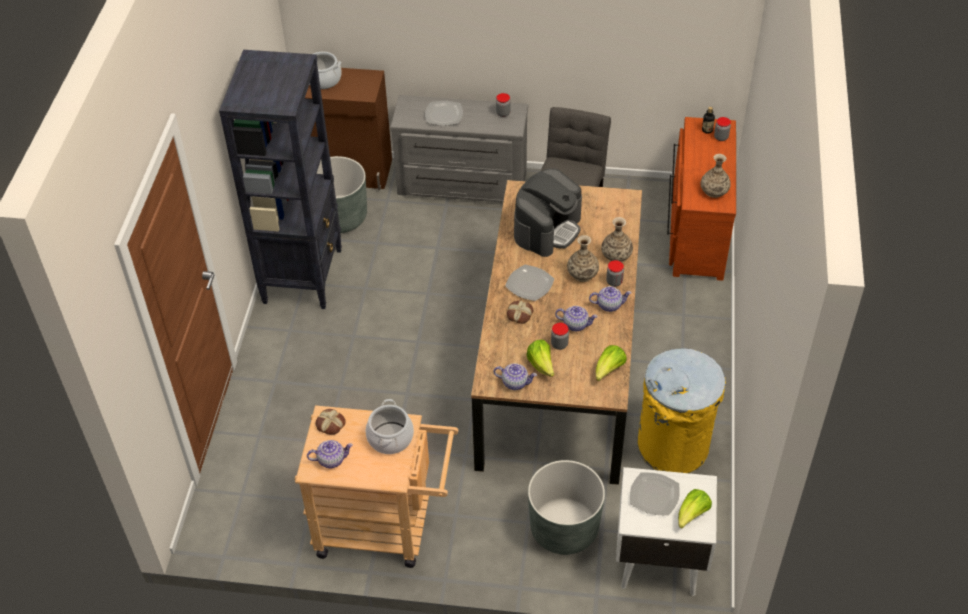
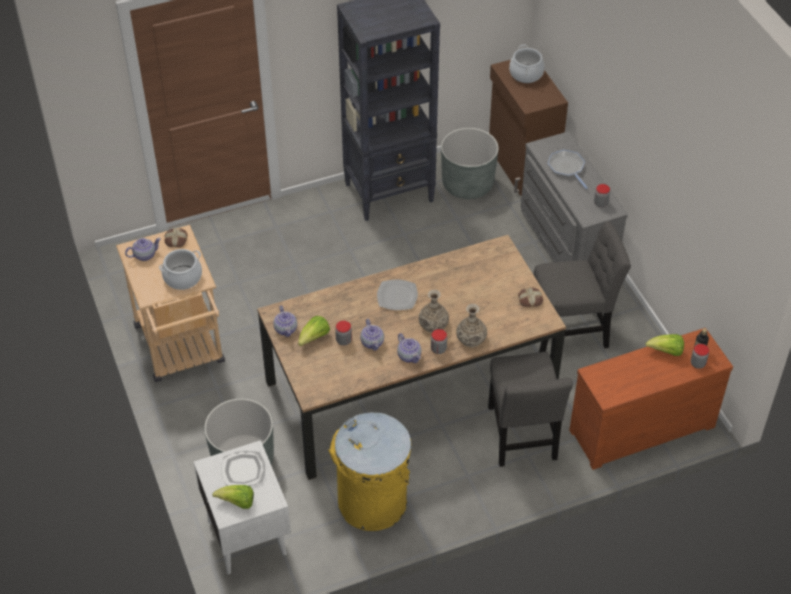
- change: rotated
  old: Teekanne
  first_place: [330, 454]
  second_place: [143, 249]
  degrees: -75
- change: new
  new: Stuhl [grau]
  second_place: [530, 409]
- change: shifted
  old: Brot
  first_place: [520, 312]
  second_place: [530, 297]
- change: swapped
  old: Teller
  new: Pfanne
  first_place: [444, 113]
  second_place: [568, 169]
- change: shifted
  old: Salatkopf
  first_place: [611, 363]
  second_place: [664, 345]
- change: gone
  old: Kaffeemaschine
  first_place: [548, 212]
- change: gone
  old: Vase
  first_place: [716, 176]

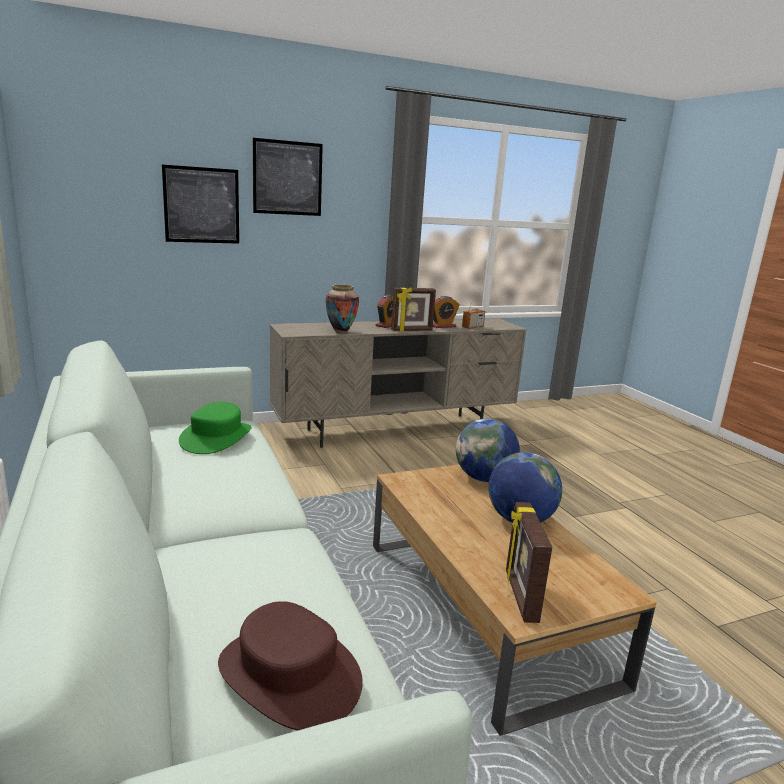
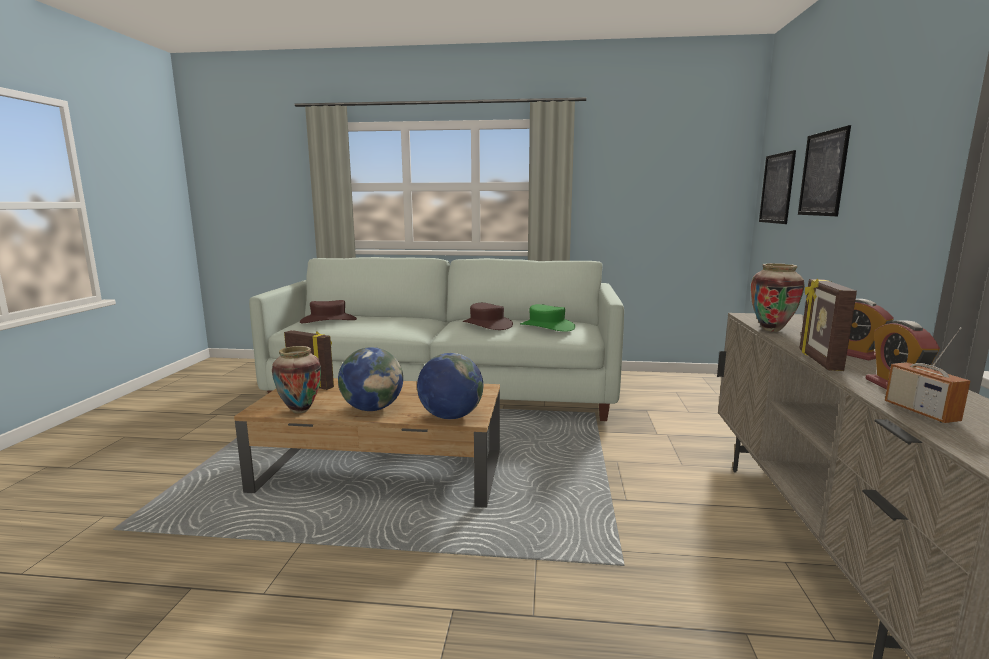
- change: new
  new: Vase
  second_place: [296, 380]
- change: new
  new: Hut [braun]
  second_place: [488, 316]
- change: shifted
  old: Bild
  first_place: [288, 177]
  second_place: [777, 187]

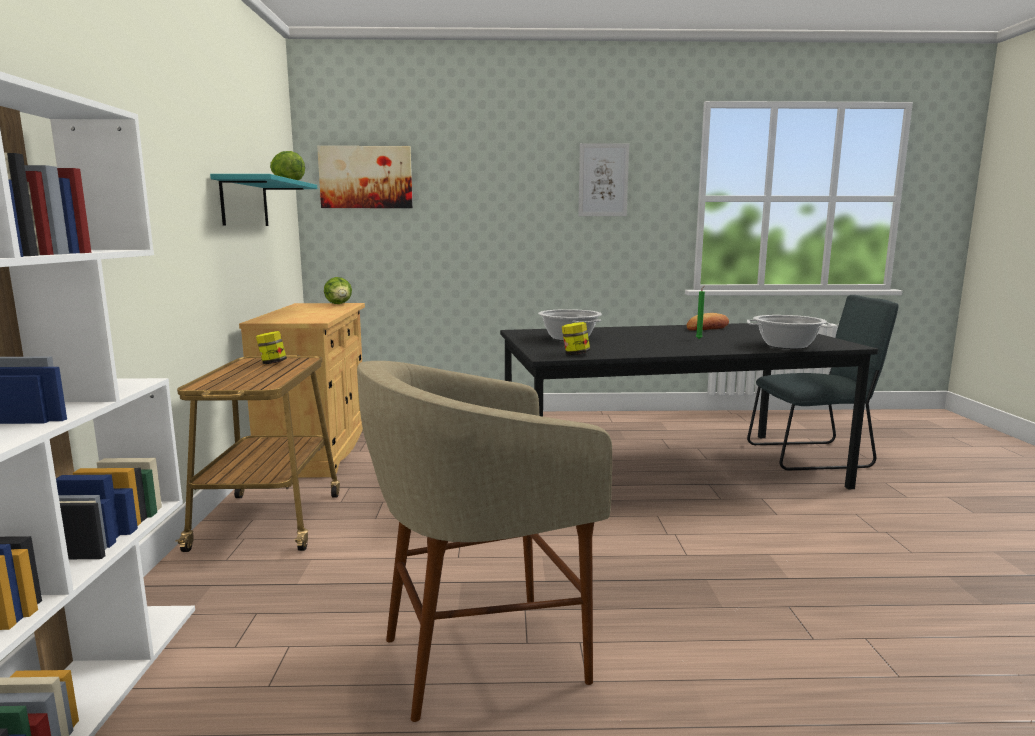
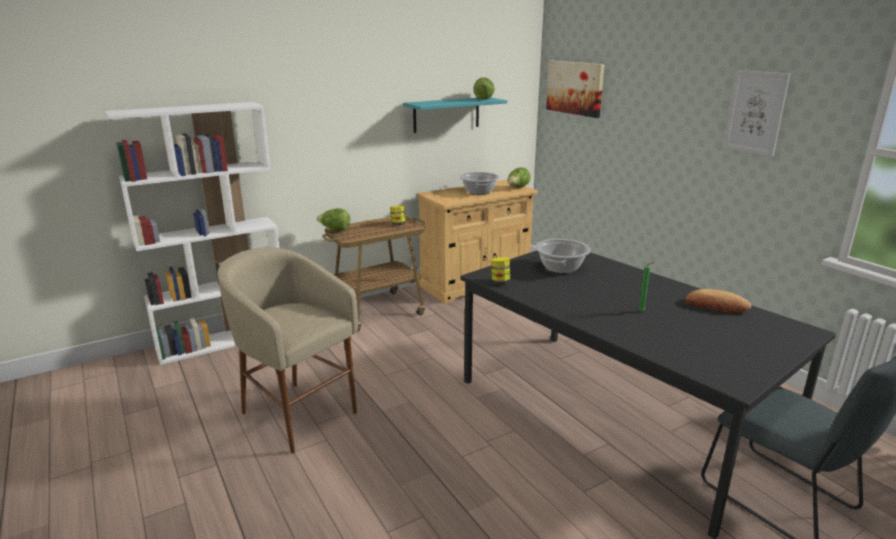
- change: new
  new: Salatkopf
  second_place: [333, 219]
- change: shifted
  old: Kochtopf
  first_place: [790, 332]
  second_place: [479, 183]

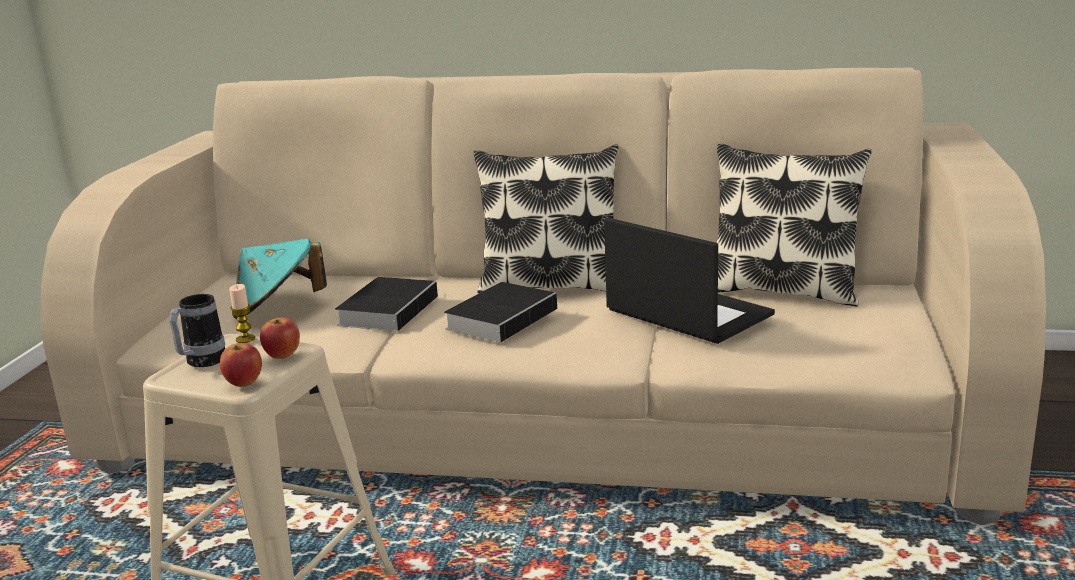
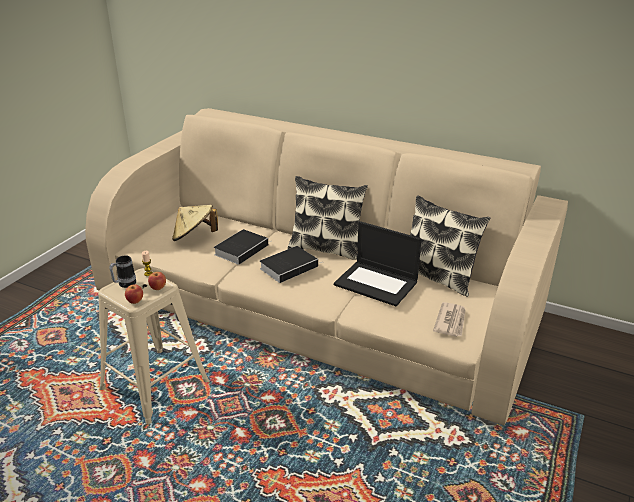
- change: repainted
  old: Hut [türkis]
  new: Hut [beige]
  first_place: [279, 279]
  second_place: [195, 223]
- change: rotated
  old: Laptop
  first_place: [689, 281]
  second_place: [378, 263]
  degrees: 150
- change: new
  new: Zeitung
  second_place: [449, 319]

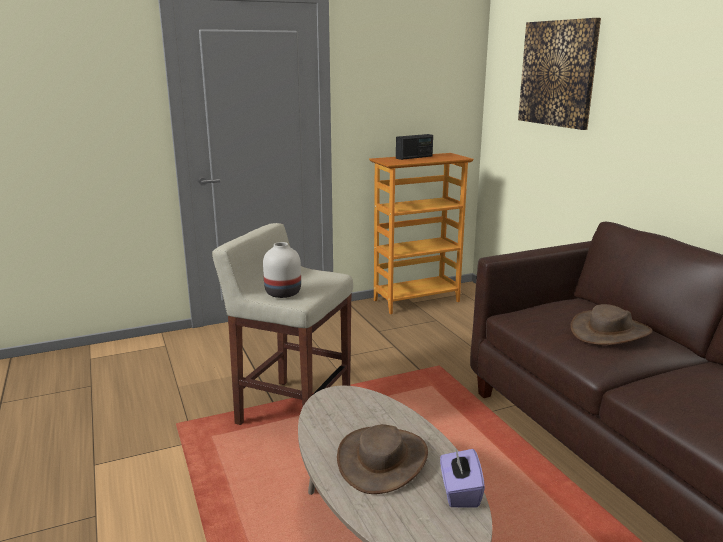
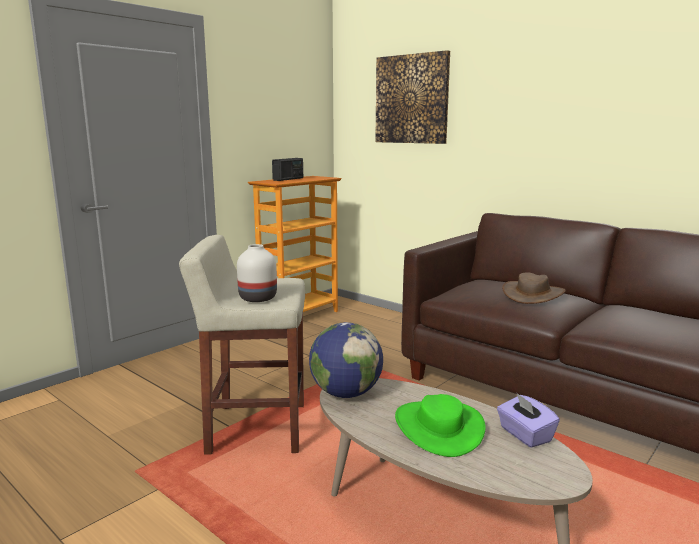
- change: new
  new: Globus
  second_place: [346, 360]
- change: repainted
  old: Hut [braun]
  new: Hut [grün]
  first_place: [382, 459]
  second_place: [440, 425]

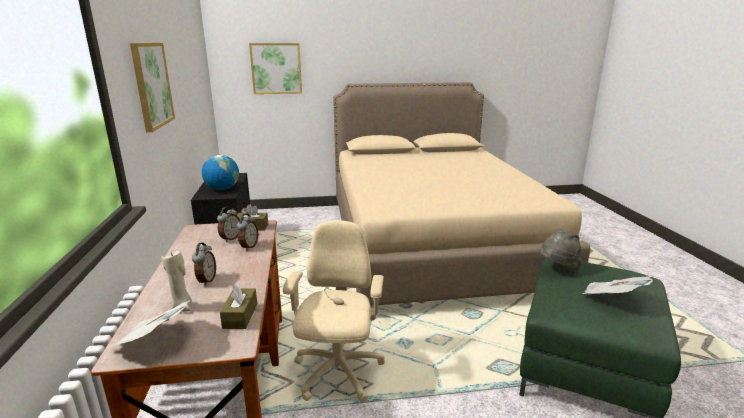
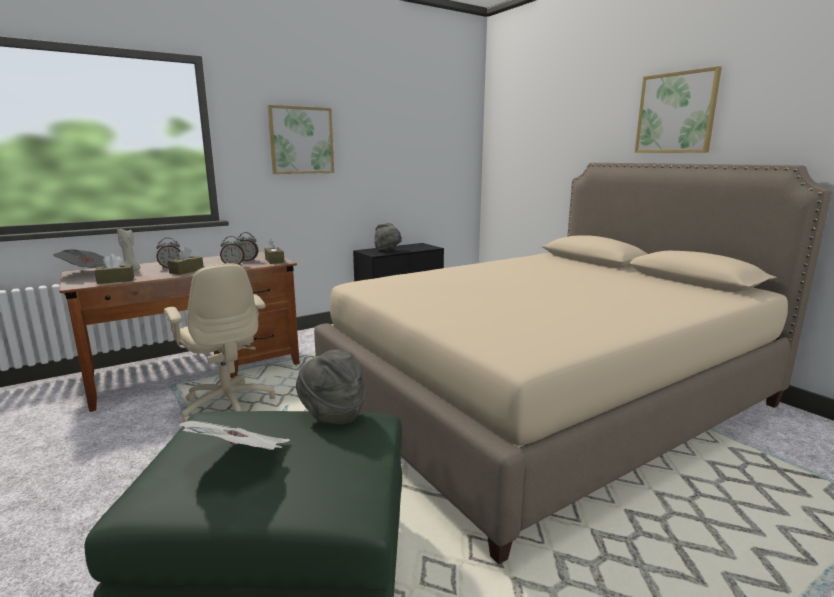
- change: rotated
  old: Bürostuhl [beige]
  first_place: [334, 311]
  second_place: [219, 342]
  degrees: 75
- change: new
  new: Taschentuchbox [braun]
  second_place: [186, 261]
- change: swapped
  old: Globus
  new: Hut [grau]
  first_place: [220, 172]
  second_place: [388, 236]
- change: shifted
  old: Bild
  first_place: [275, 68]
  second_place: [678, 109]

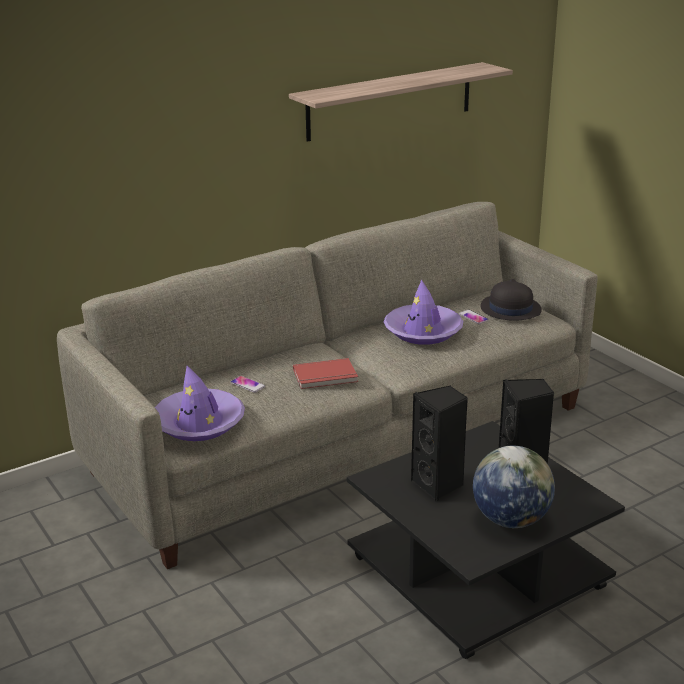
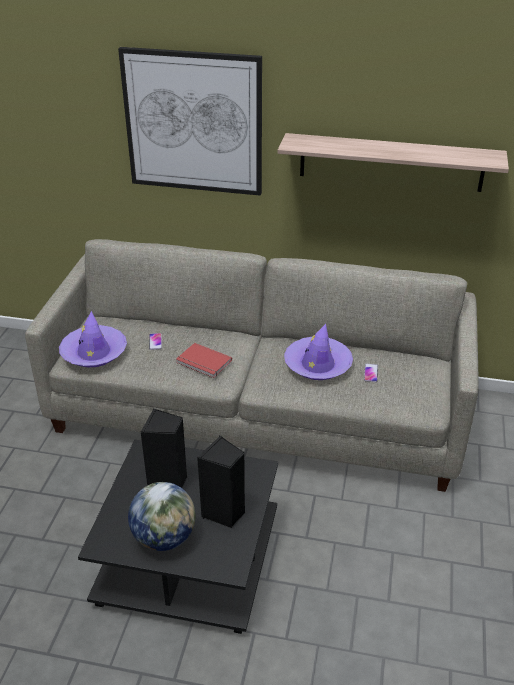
- change: new
  new: Bild
  second_place: [190, 121]
- change: gone
  old: Hut [schwarz]
  first_place: [510, 300]

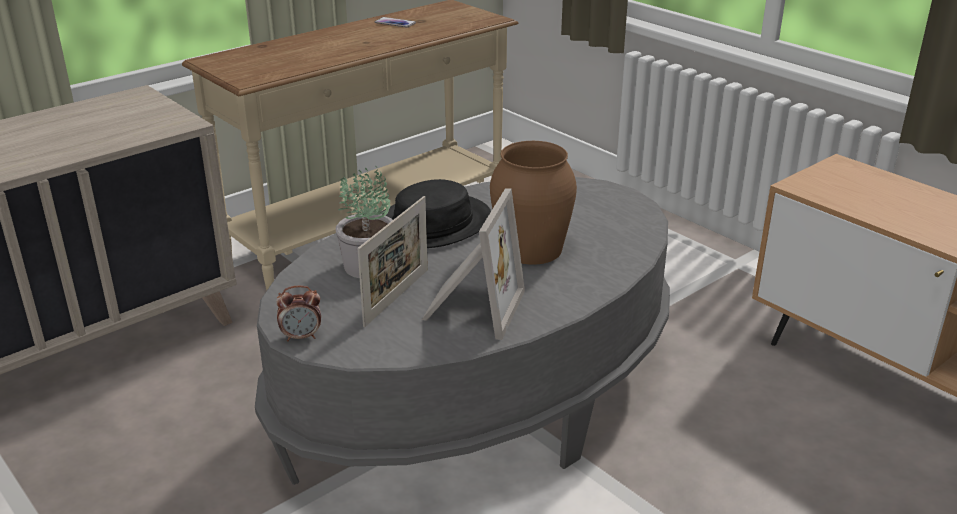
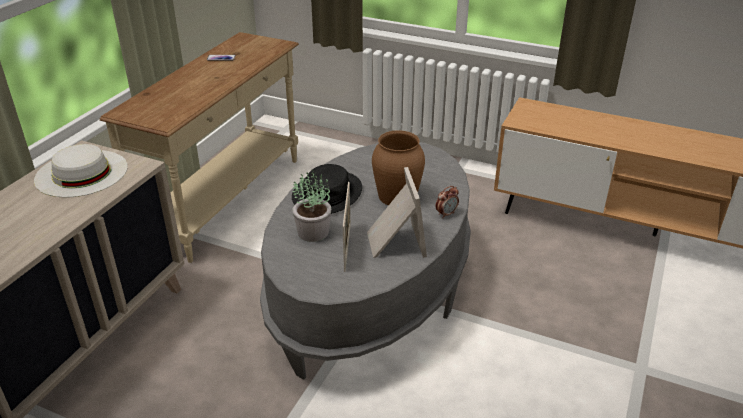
- change: new
  new: Hut [weiß]
  second_place: [81, 170]
- change: shifted
  old: Wecker
  first_place: [298, 313]
  second_place: [447, 202]

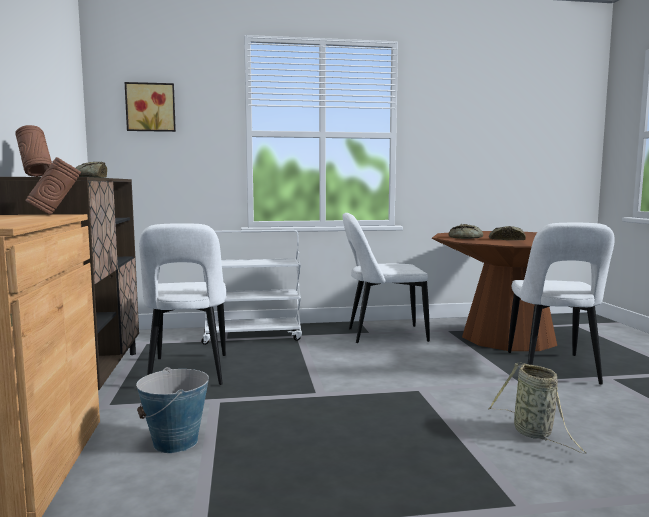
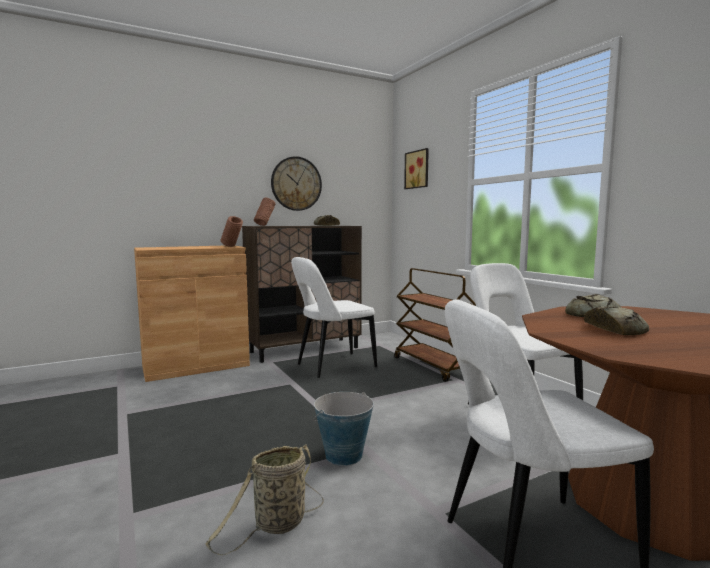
- change: new
  new: Wanduhr
  second_place: [296, 183]
- change: shifted
  old: Eimer
  first_place: [172, 410]
  second_place: [343, 429]
- change: repainted
  old: Rollwagen [weiß]
  new: Rollwagen [braun]
  first_place: [251, 287]
  second_place: [435, 325]

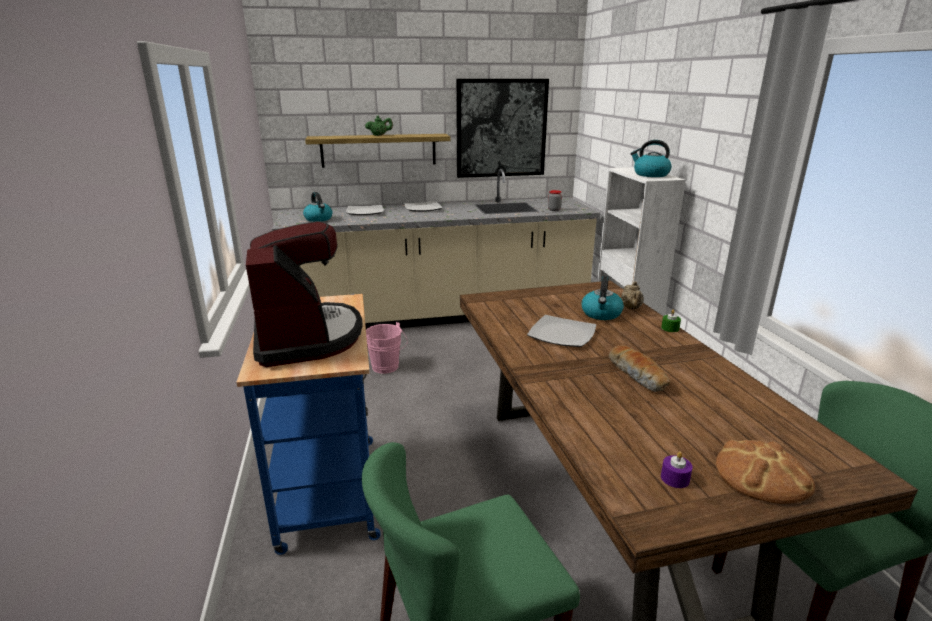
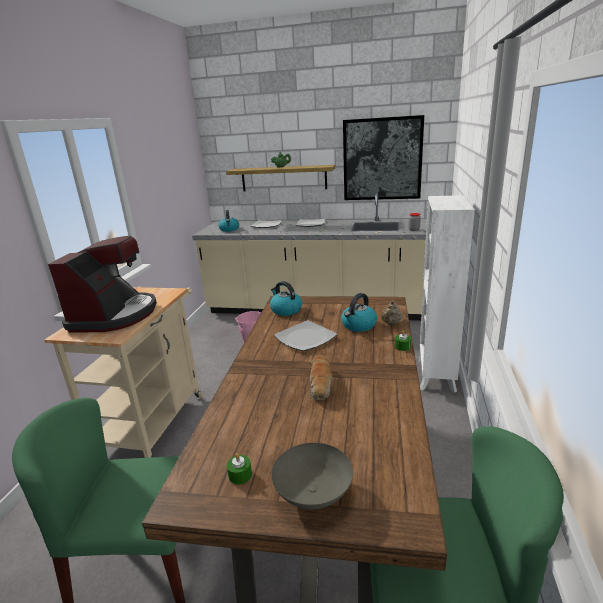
- change: repainted
  old: Rollwagen [blau]
  new: Rollwagen [beige]
  first_place: [308, 424]
  second_place: [123, 372]
- change: repainted
  old: Kerze [lila]
  new: Kerze [grün]
  first_place: [677, 470]
  second_place: [239, 469]
- change: shifted
  old: Wasserkessel
  first_place: [651, 158]
  second_place: [286, 298]
- change: swapped
  old: Brot
  new: Schüssel [grau]
  first_place: [765, 472]
  second_place: [312, 476]

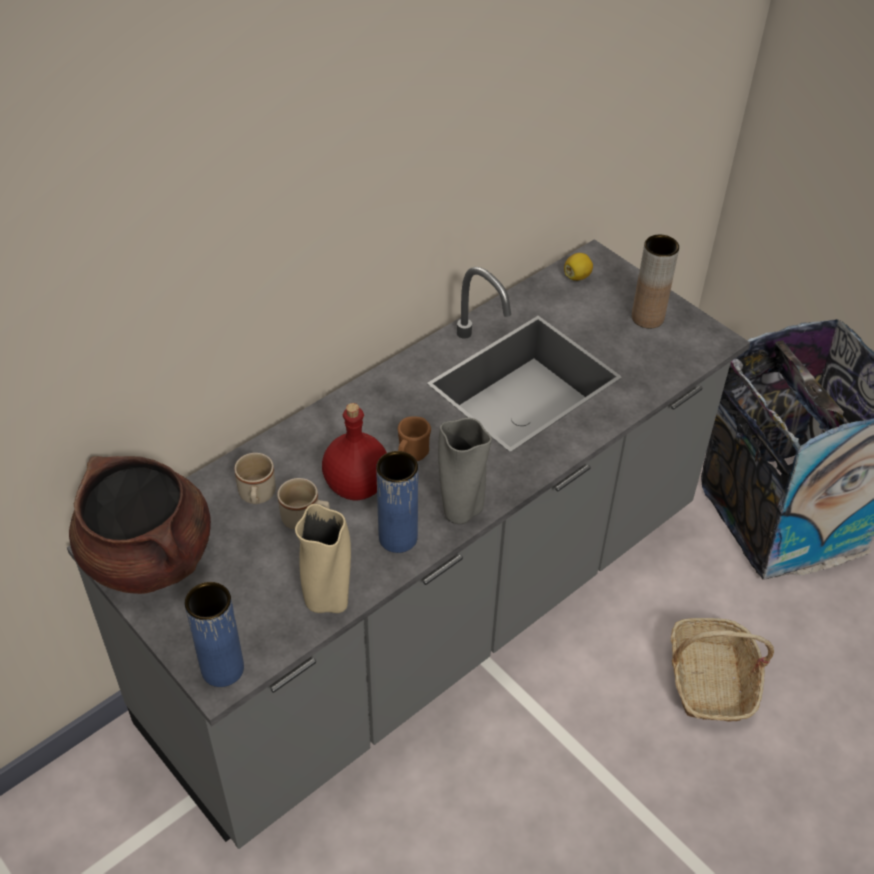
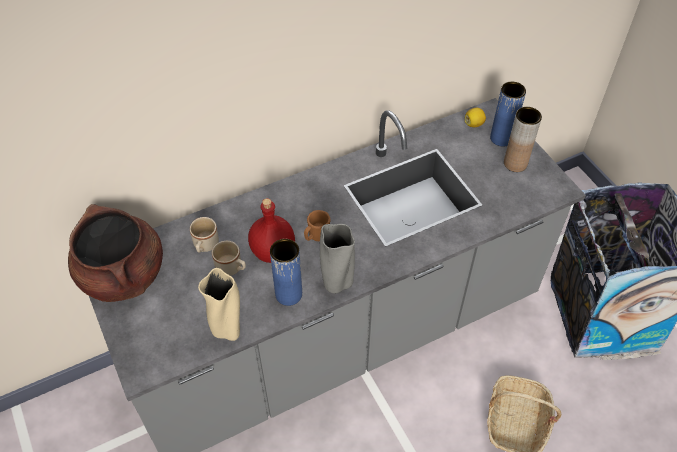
- change: shifted
  old: Vase [blau]
  first_place: [214, 634]
  second_place: [508, 114]

